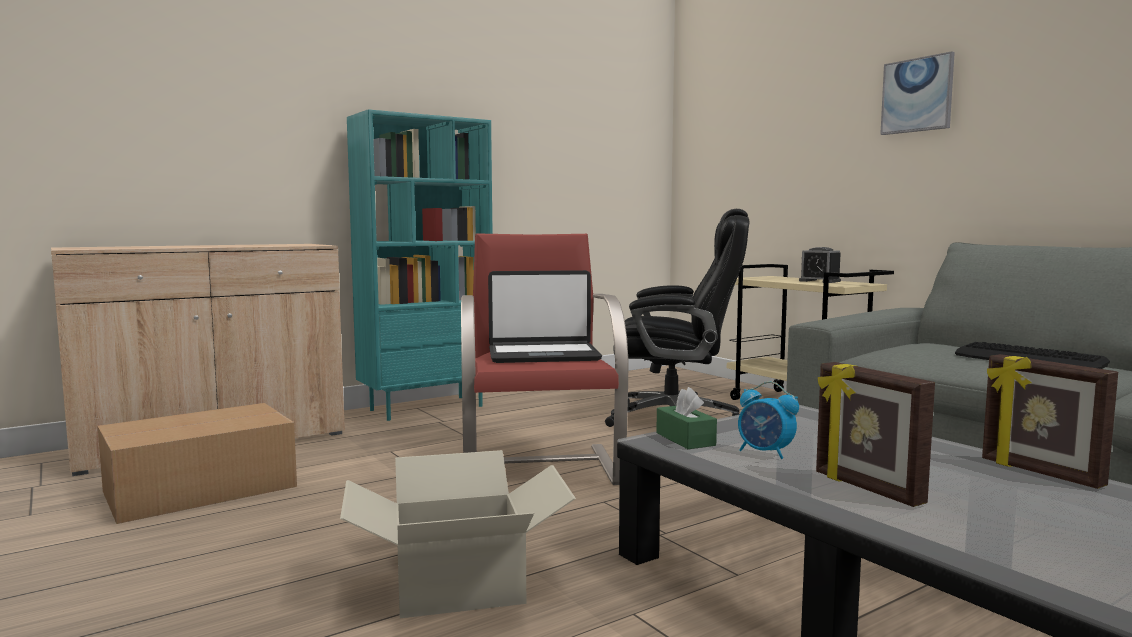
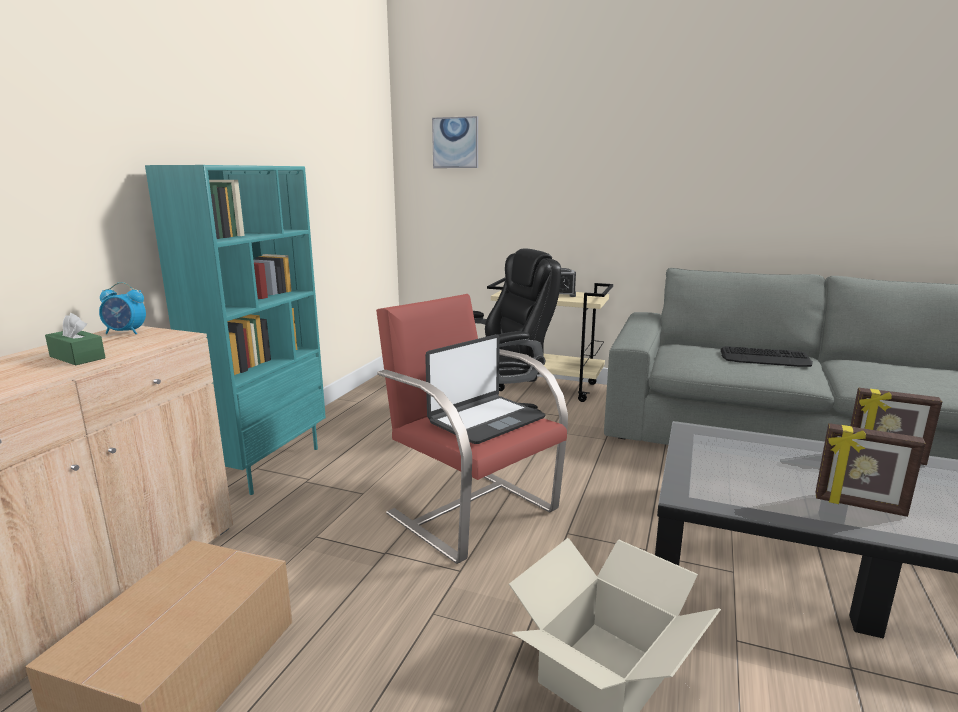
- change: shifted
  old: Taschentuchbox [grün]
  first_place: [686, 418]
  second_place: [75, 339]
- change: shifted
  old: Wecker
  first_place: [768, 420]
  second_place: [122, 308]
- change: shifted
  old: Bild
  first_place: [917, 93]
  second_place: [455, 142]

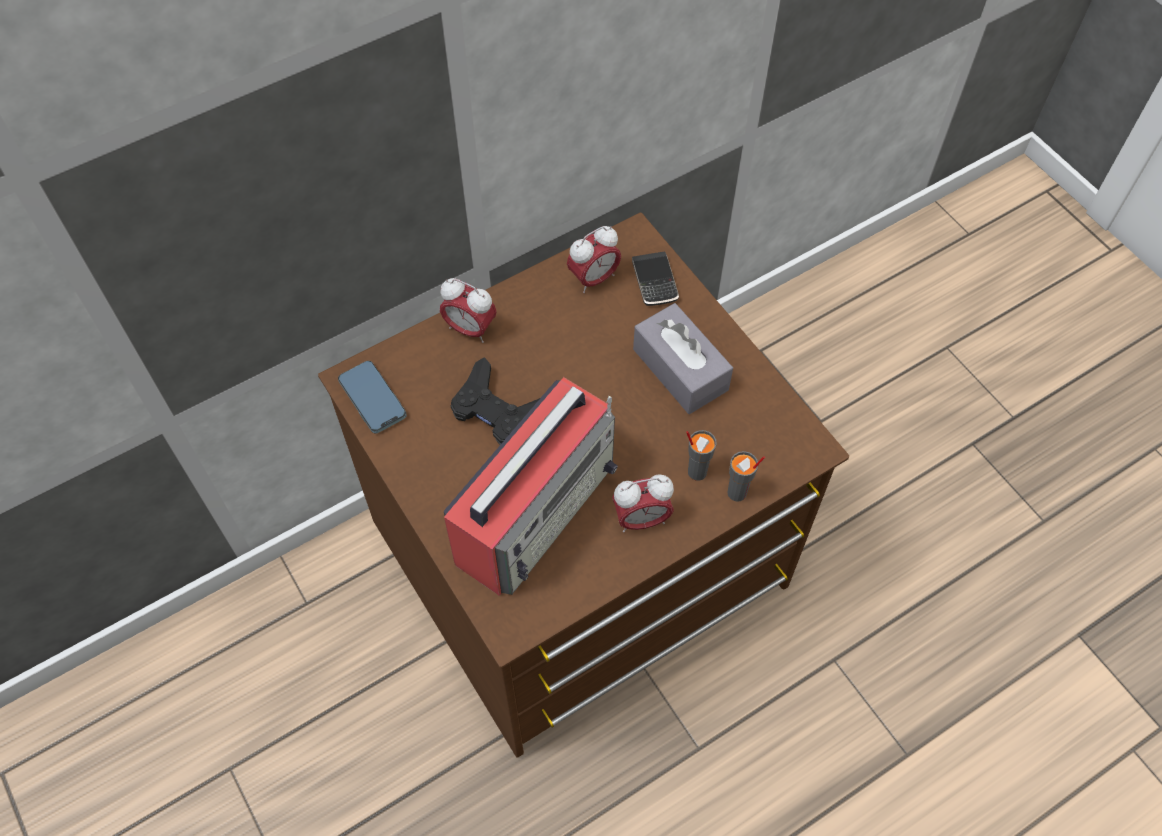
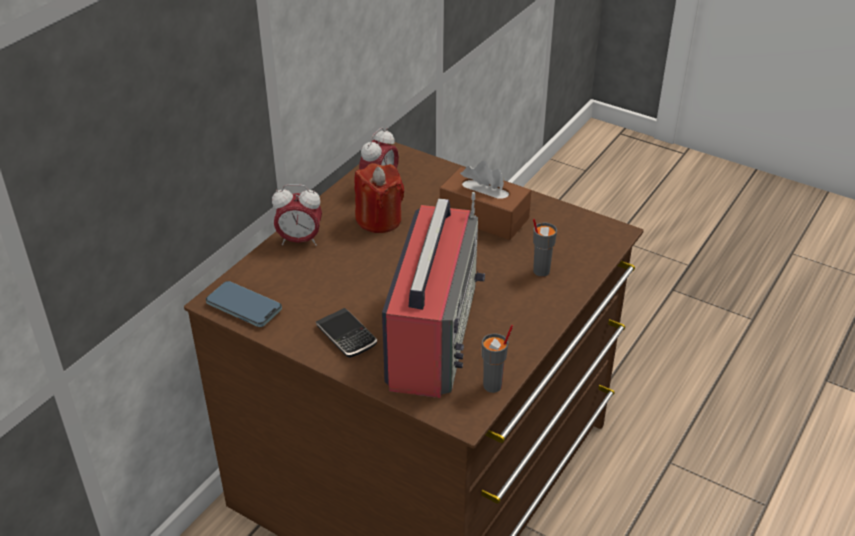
- change: shifted
  old: Handy
  first_place: [655, 278]
  second_place: [346, 333]
- change: new
  new: Kerze [rot]
  second_place: [379, 198]
- change: repainted
  old: Taschentuchbox [grau]
  new: Taschentuchbox [braun]
  first_place: [683, 358]
  second_place: [485, 200]
- change: shifted
  old: Tasse [grau]
  first_place: [746, 476]
  second_place: [497, 359]
- change: gone
  old: Gamepad [schwarz]
  first_place: [495, 401]
- change: gone
  old: Wecker
  first_place: [643, 503]

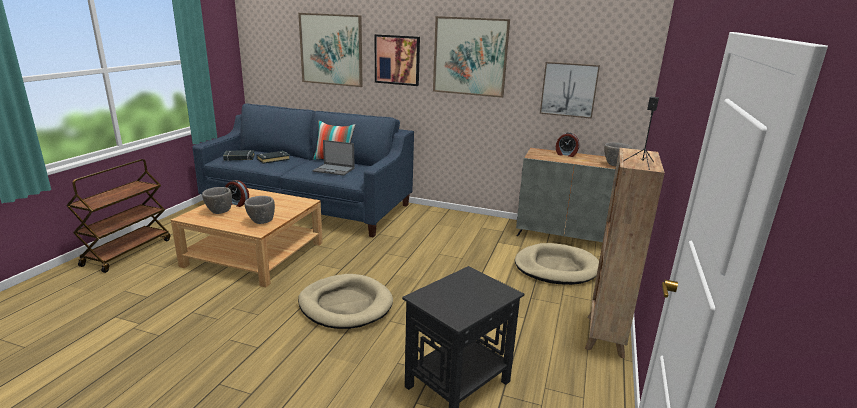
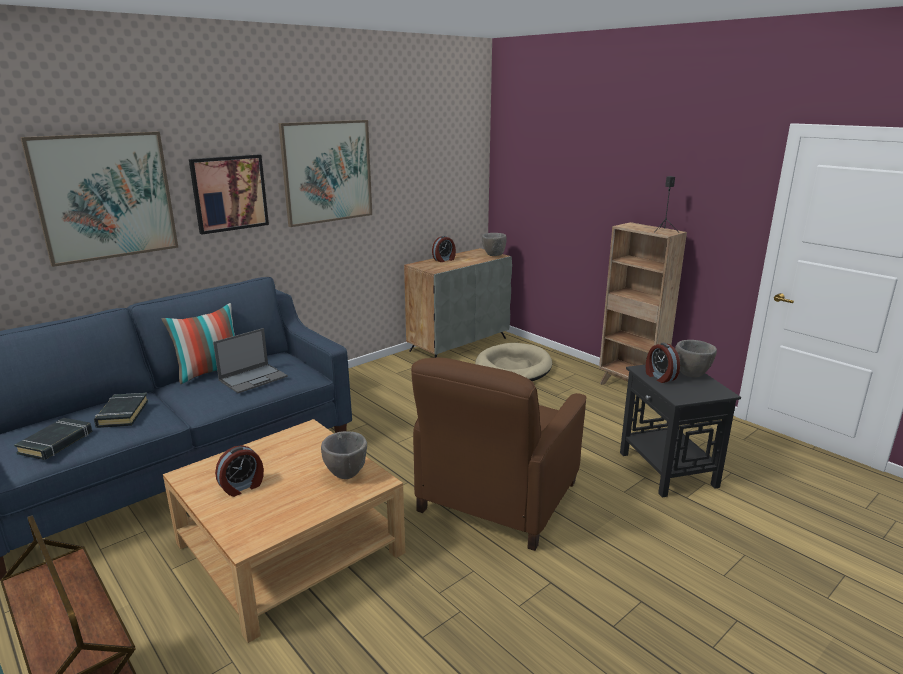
- change: swapped
  old: Hundebett [beige]
  new: Sessel [braun]
  first_place: [345, 301]
  second_place: [499, 454]
- change: new
  new: Wecker
  second_place: [662, 363]
- change: shifted
  old: Schüssel [grau]
  first_place: [217, 200]
  second_place: [696, 358]
- change: gone
  old: Bild
  first_place: [570, 90]

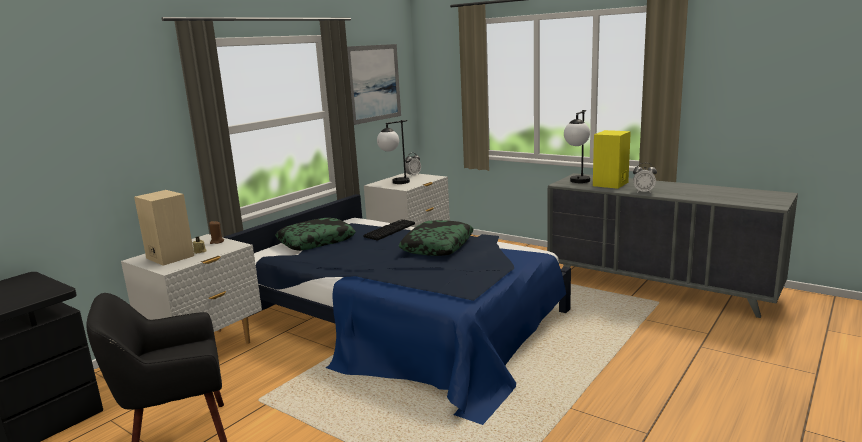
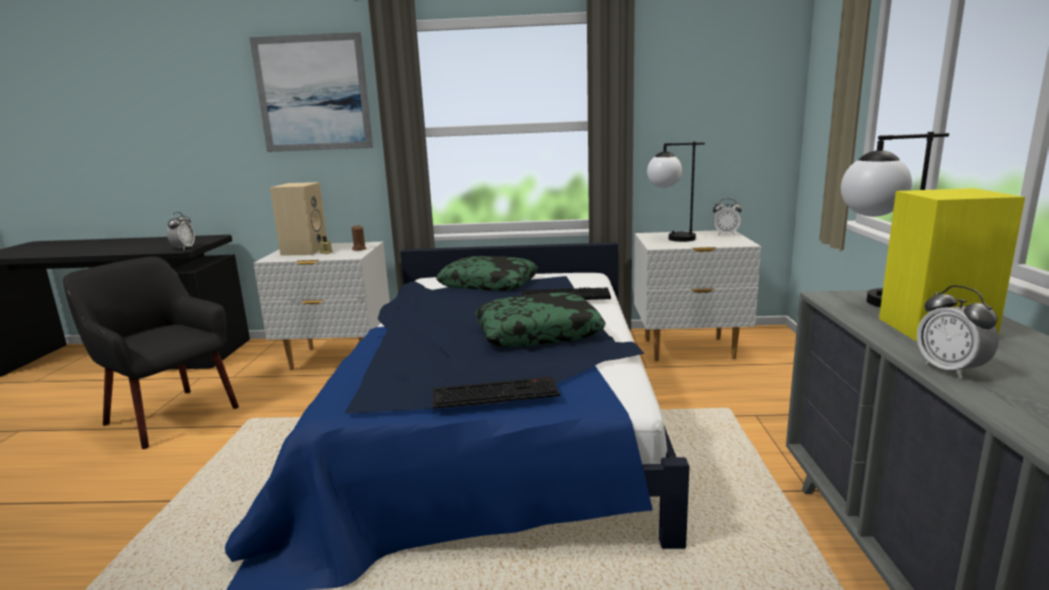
- change: new
  new: Wecker
  second_place: [181, 231]
- change: shifted
  old: Bild
  first_place: [374, 84]
  second_place: [311, 92]
- change: new
  new: Tastatur
  second_place: [496, 392]

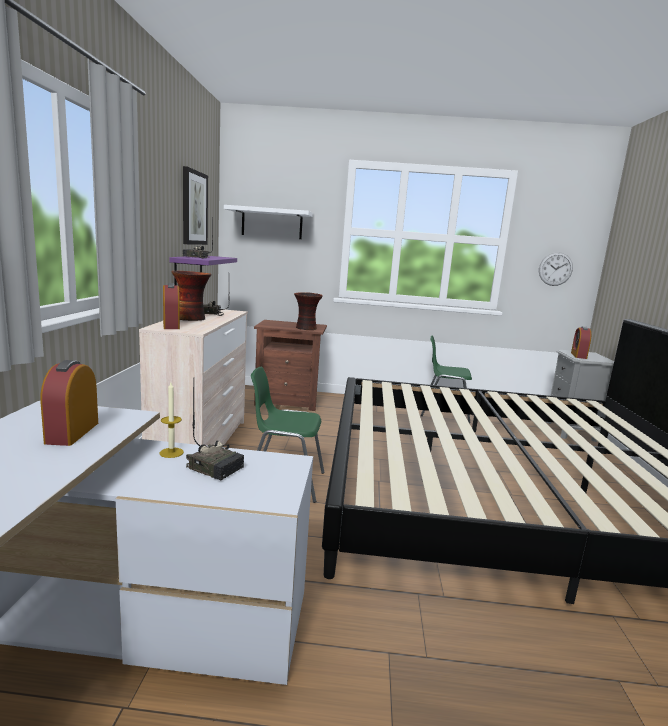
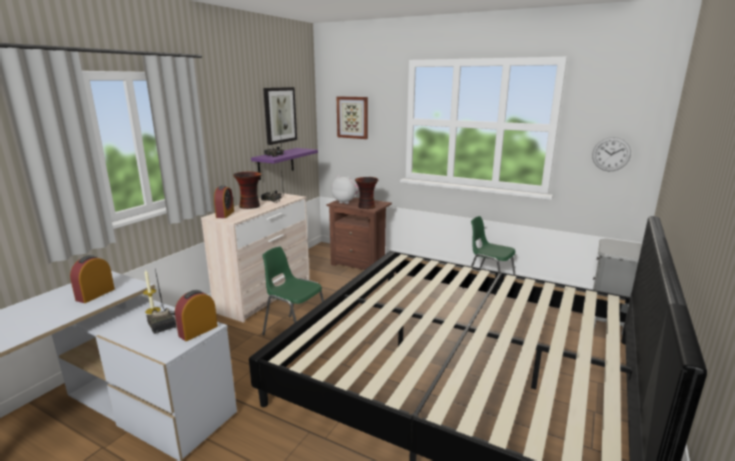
- change: shifted
  old: Wecker
  first_place: [581, 342]
  second_place: [196, 315]
- change: new
  new: Plüschtier
  second_place: [345, 189]
- change: swapped
  old: Wandregal [weiß]
  new: Bild
  first_place: [268, 222]
  second_place: [352, 118]

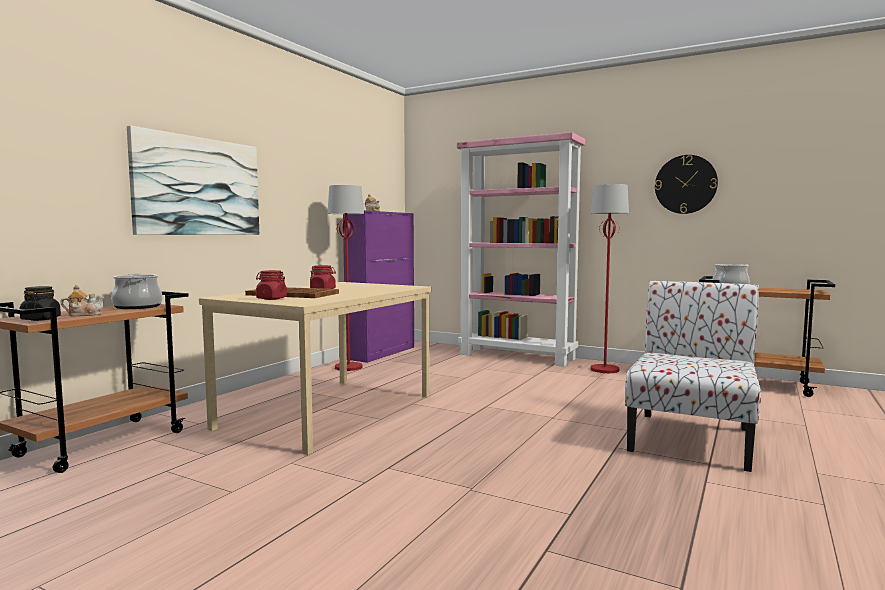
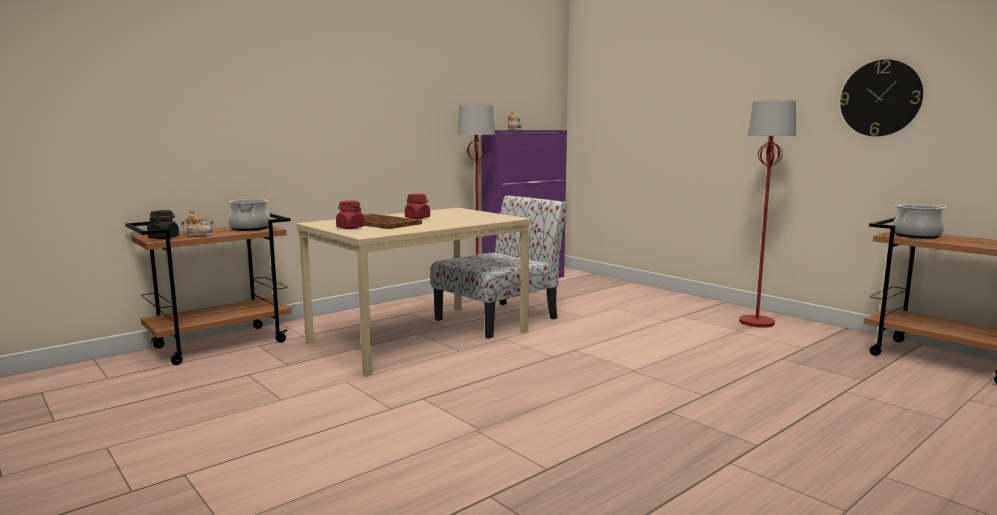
- change: shifted
  old: Stuhl
  first_place: [693, 376]
  second_place: [499, 267]
- change: gone
  old: Bild
  first_place: [193, 180]
- change: gone
  old: Bücherregal [rosa]
  first_place: [521, 249]

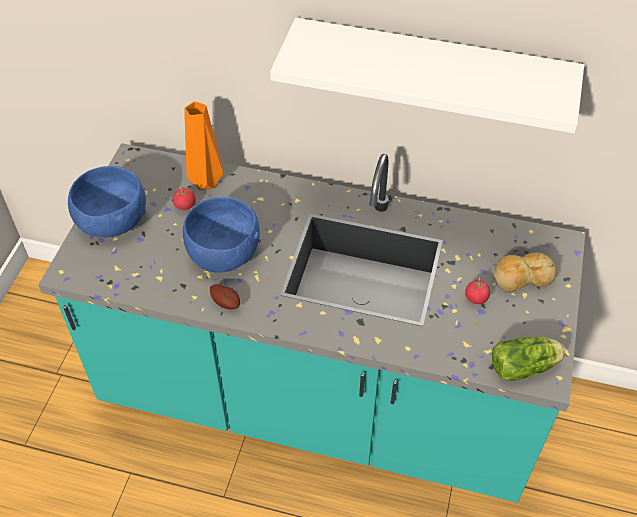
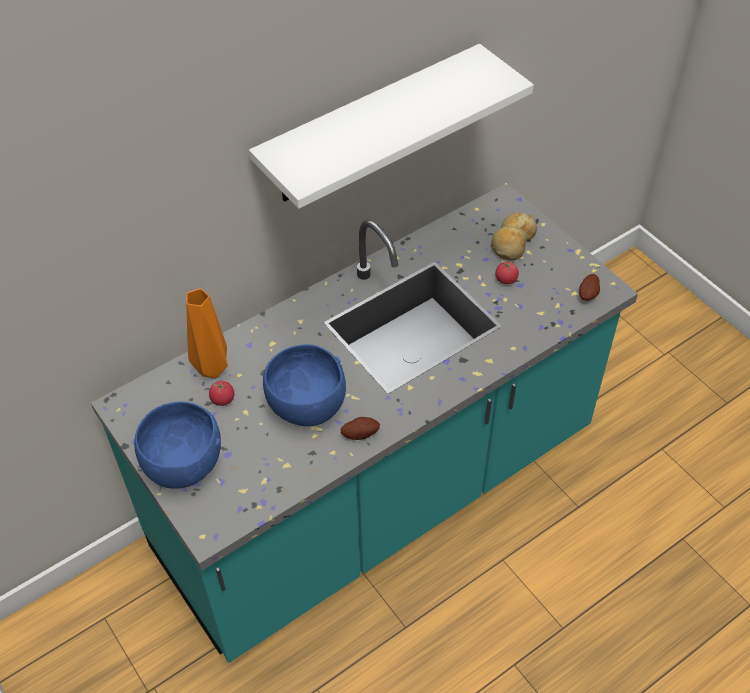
- change: swapped
  old: Salatkopf
  new: Kartoffel
  first_place: [528, 359]
  second_place: [589, 287]

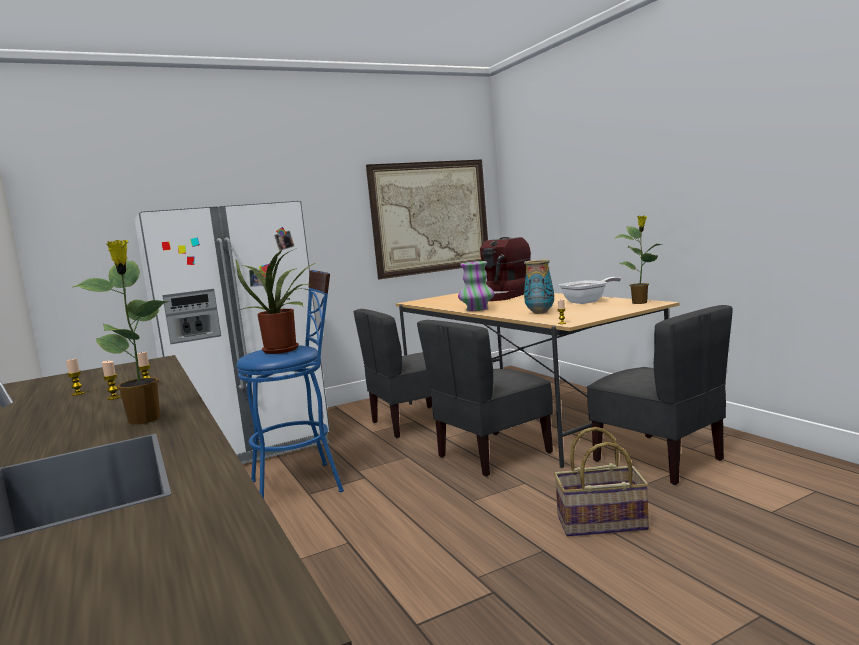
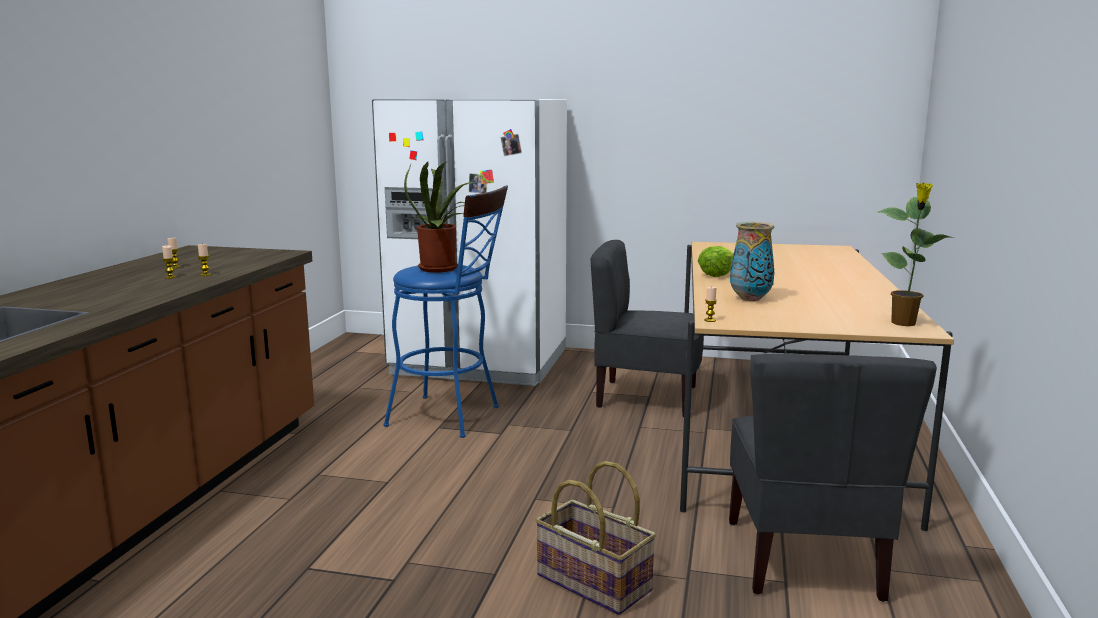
- change: swapped
  old: Vase
  new: Salatkopf
  first_place: [476, 286]
  second_place: [716, 261]
- change: gone
  old: Topfpflanze
  first_place: [121, 332]
- change: gone
  old: Bild
  first_place: [427, 219]
- change: gone
  old: Stuhl [grau]
  first_place: [485, 398]
- change: gone
  old: Kaffeemaschine
  first_place: [505, 269]
- change: gone
  old: Pfanne
  first_place: [590, 290]

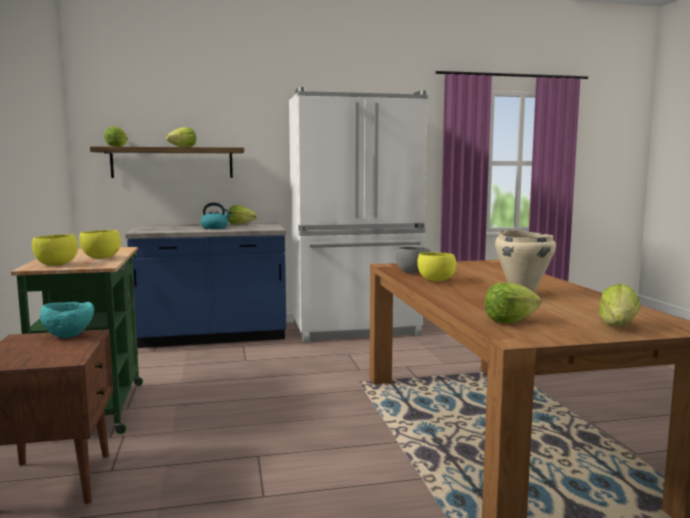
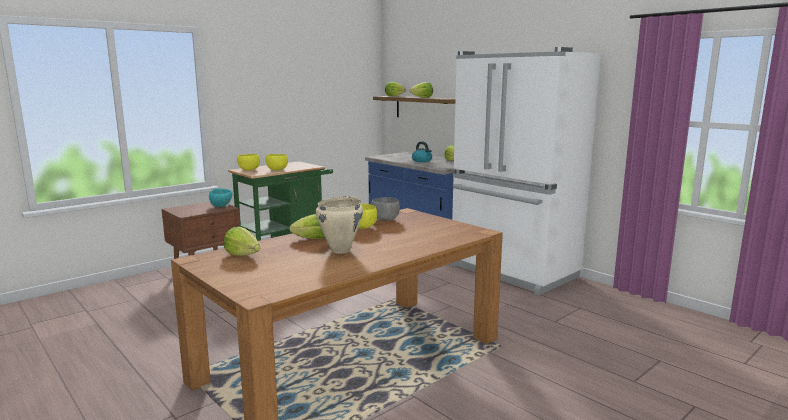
- change: shifted
  old: Salatkopf
  first_place: [619, 305]
  second_place: [307, 226]

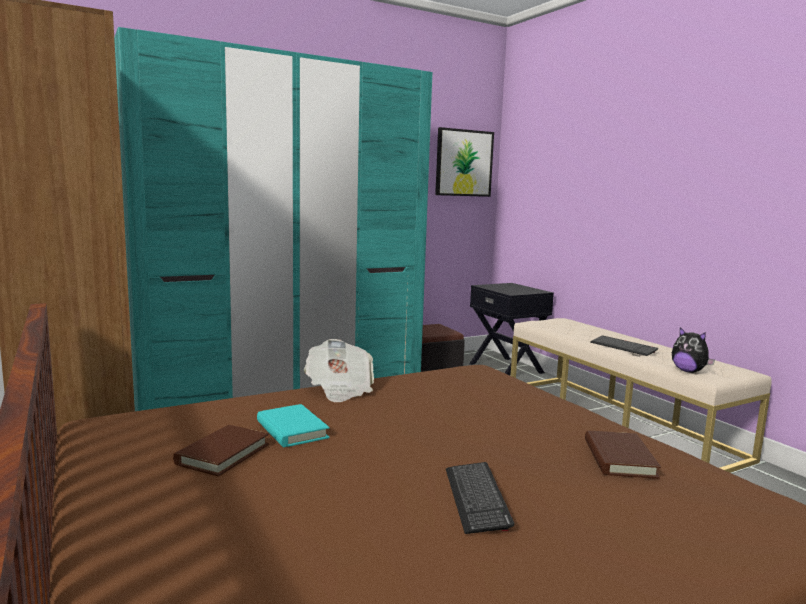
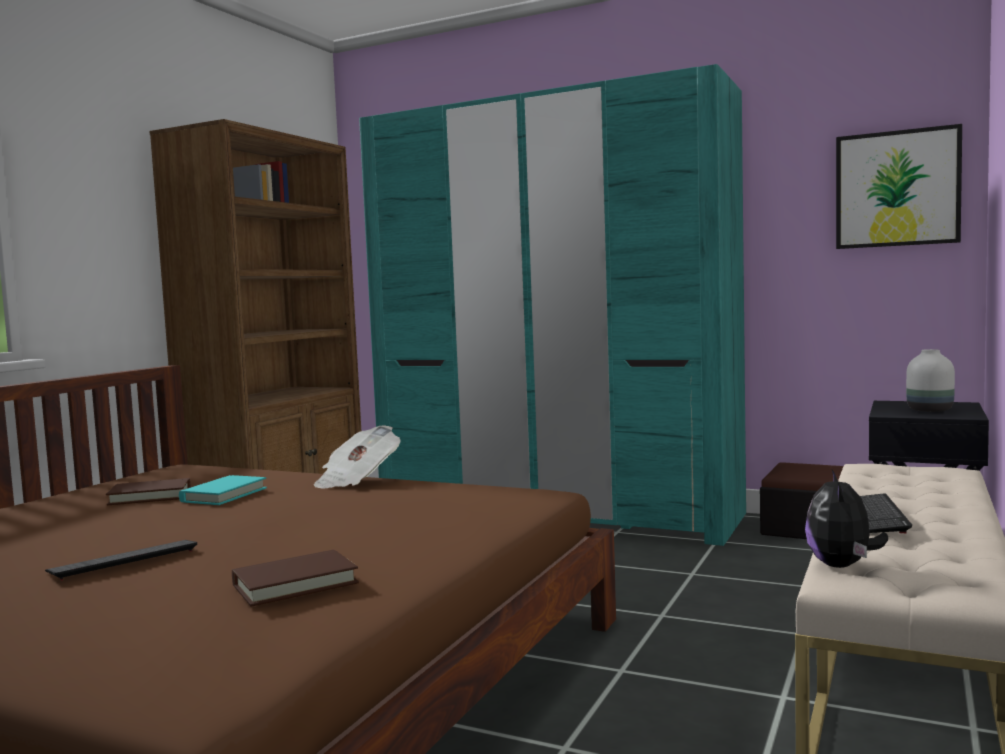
- change: new
  new: Vase [weiß]
  second_place: [930, 380]

